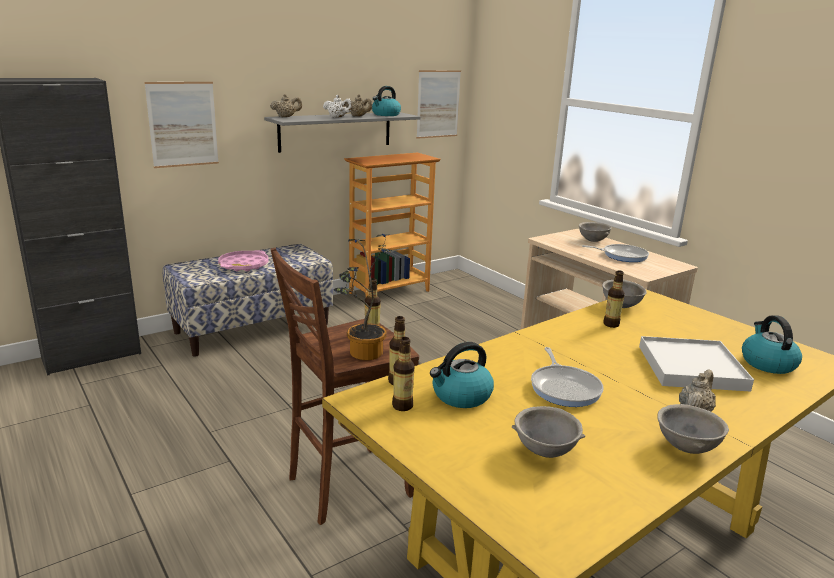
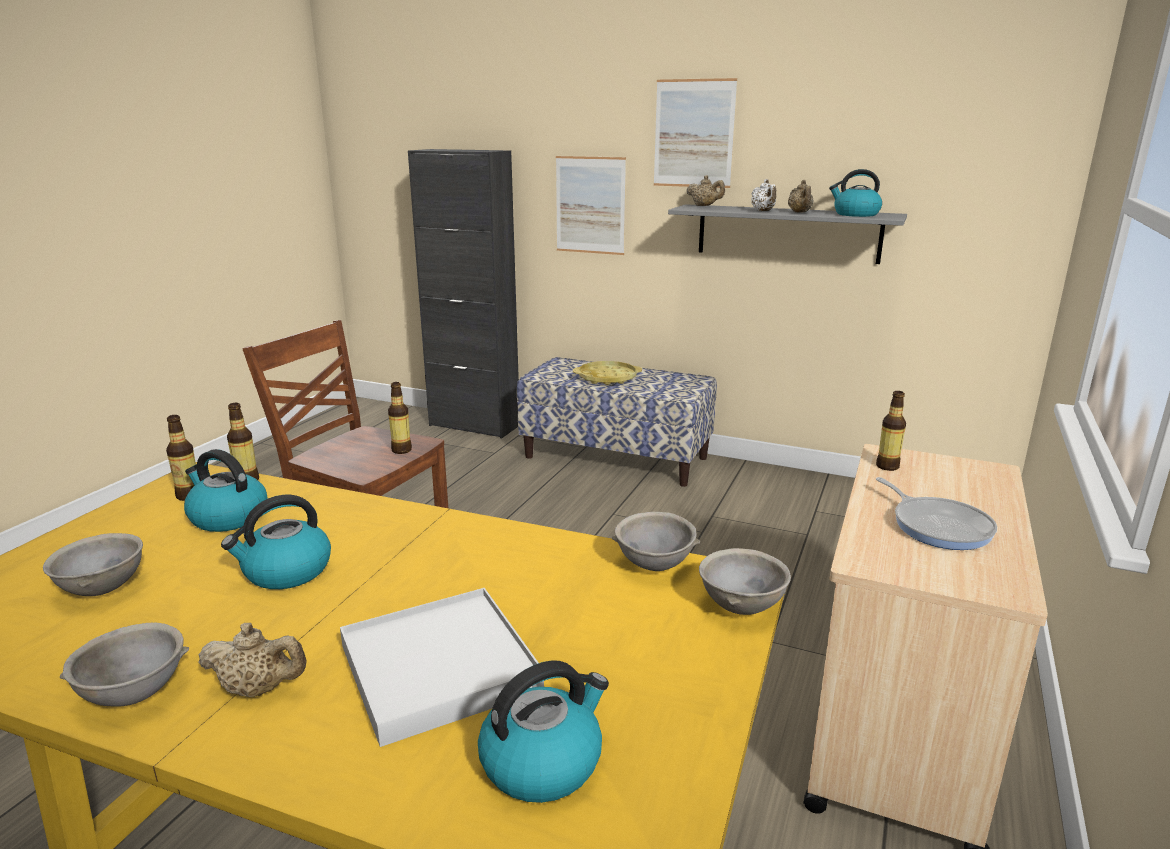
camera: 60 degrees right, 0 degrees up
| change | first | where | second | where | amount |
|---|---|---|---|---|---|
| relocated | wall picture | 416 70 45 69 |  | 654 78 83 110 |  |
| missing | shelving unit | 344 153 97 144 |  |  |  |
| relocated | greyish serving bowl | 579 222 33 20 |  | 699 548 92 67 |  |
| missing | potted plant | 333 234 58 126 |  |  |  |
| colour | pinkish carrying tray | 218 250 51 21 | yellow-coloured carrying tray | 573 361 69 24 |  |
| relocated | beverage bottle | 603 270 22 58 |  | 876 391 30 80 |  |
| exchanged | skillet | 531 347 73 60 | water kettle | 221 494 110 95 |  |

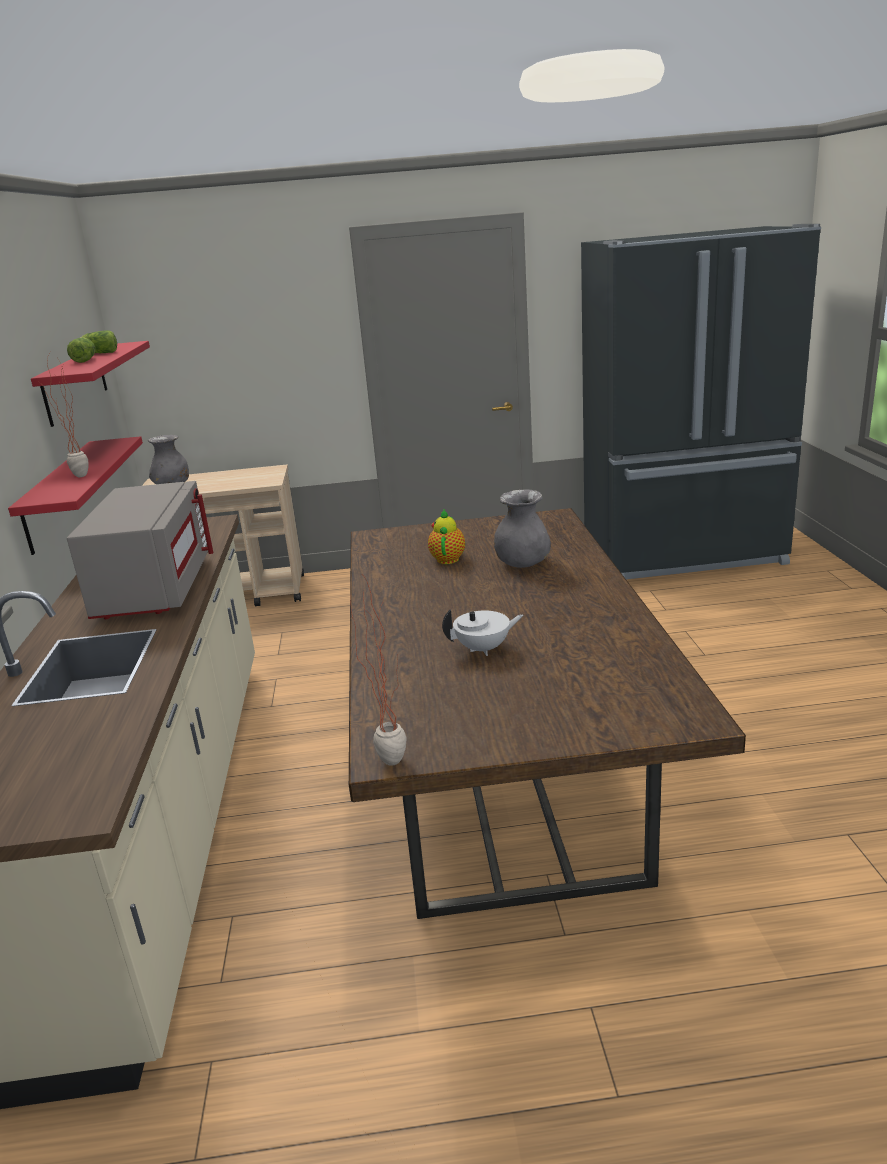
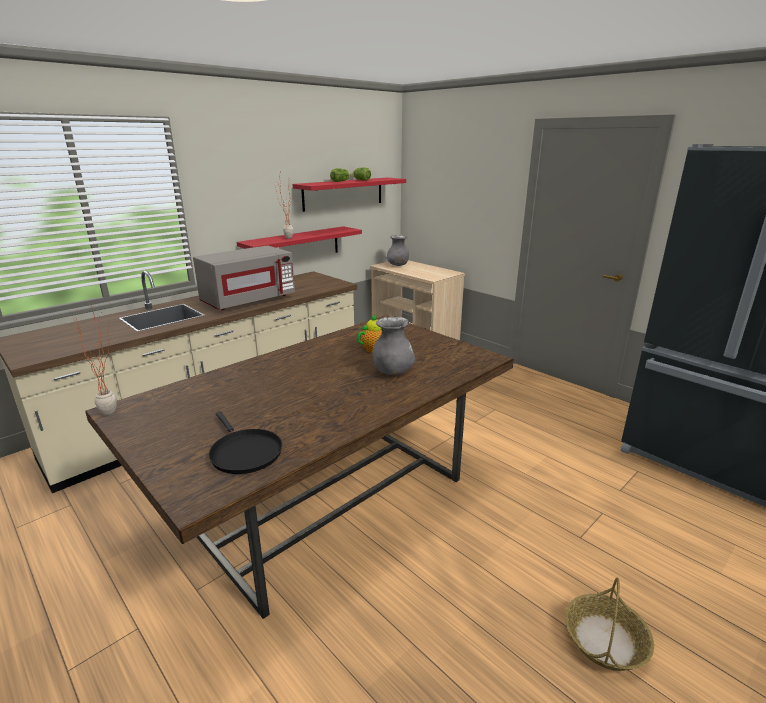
camera: 50 degrees right, 0 degrees up
| change | first | where | second | where | amount |
|---|---|---|---|---|---|
| missing | white pot for tea | 442 609 81 47 |  |  |  |
| appeared |  |  | black-coloured skillet | 209 411 73 63 |  |
| appeared |  |  | storage basket | 565 578 89 93 |  |

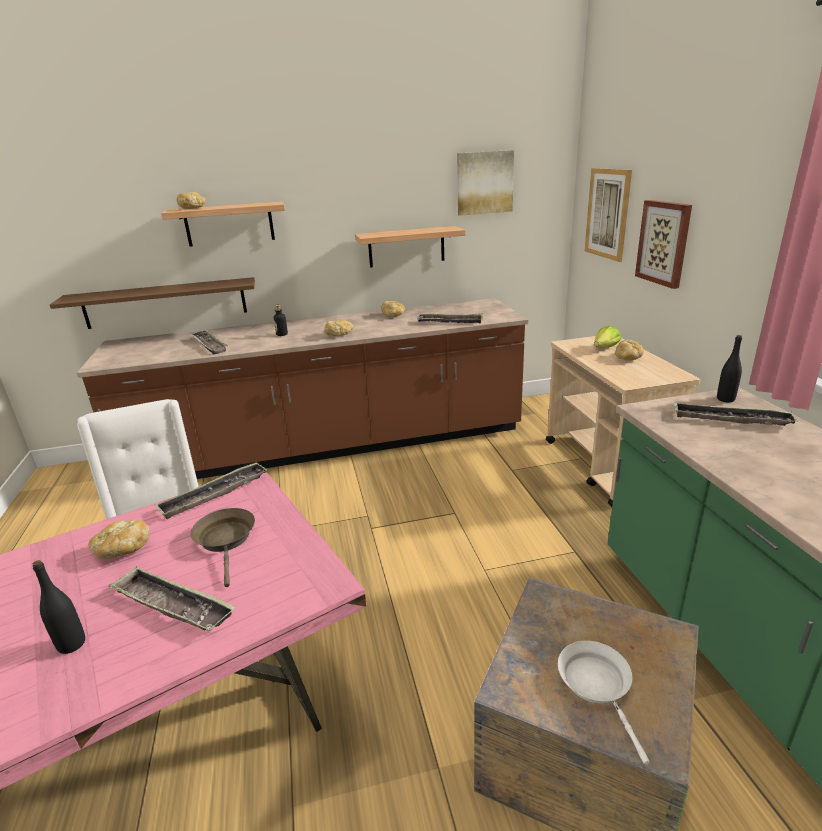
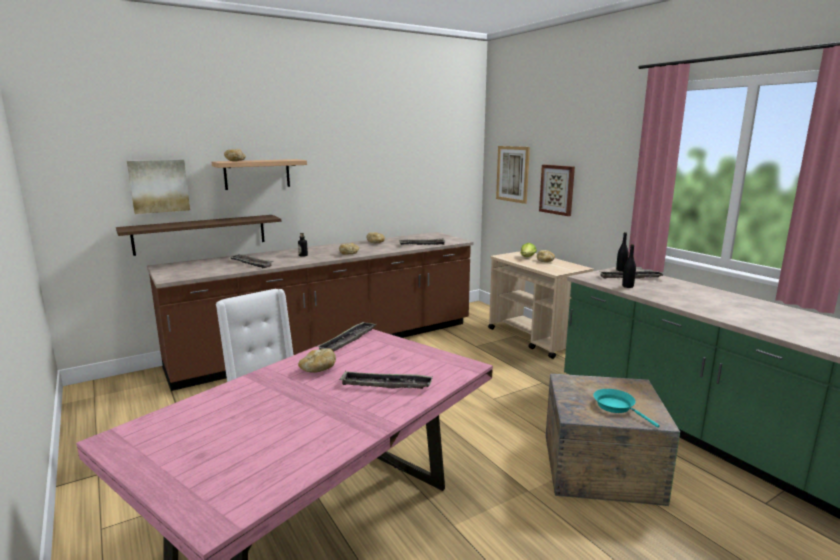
camera: 20 degrees left, 10 degrees down
| change | first | where | second | where | amount |
|---|---|---|---|---|---|
| relocated | wall picture | 457 150 57 66 |  | 127 160 63 54 |  |
| missing | bracket shelf | 355 226 110 42 |  |  |  |
| missing | brownish skillet | 190 508 65 79 |  |  |  |
| relocated | black-coloured beverage bottle | 33 560 52 94 |  | 622 244 14 44 |  |
| colour | white skillet | 558 641 92 123 | turquoise skillet | 593 389 67 39 |  |

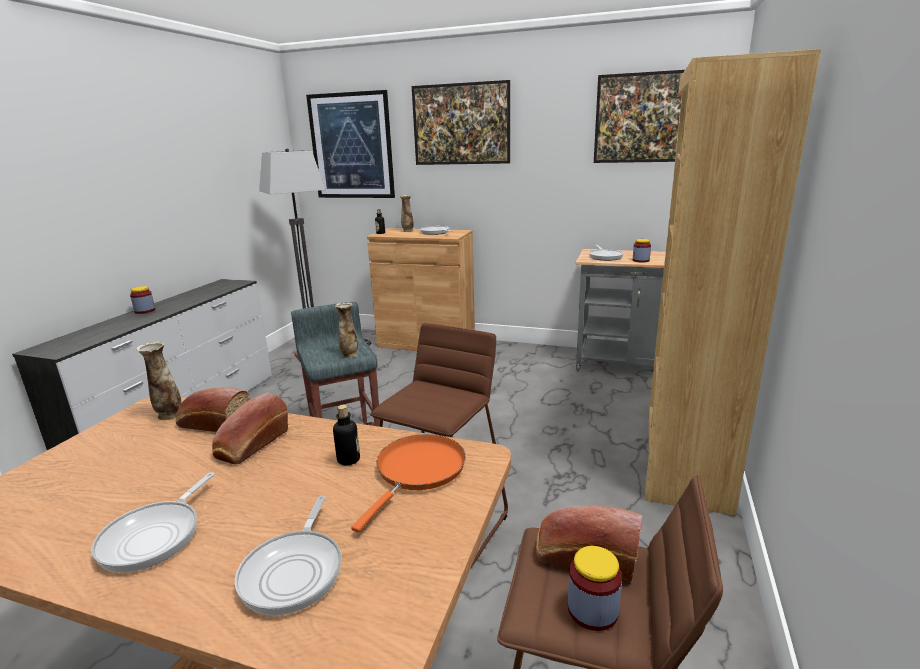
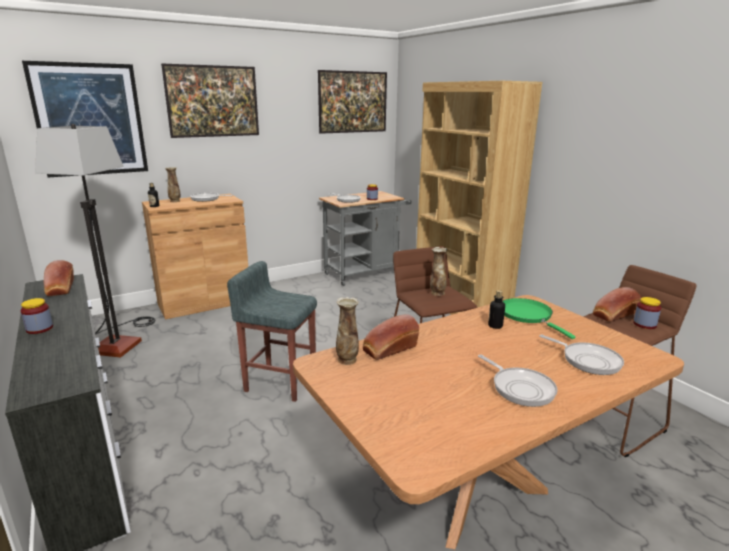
camera: 50 degrees left, 0 degrees up
| change | first | where | second | where | amount |
|---|---|---|---|---|---|
| relocated | decorative vase | 335 303 23 55 |  | 430 247 17 49 |  |
| relocated | baked bread | 212 393 76 71 |  | 44 260 30 36 |  |
| colour | orangey skillet | 351 434 115 99 | greenish skillet | 502 298 74 41 |  |

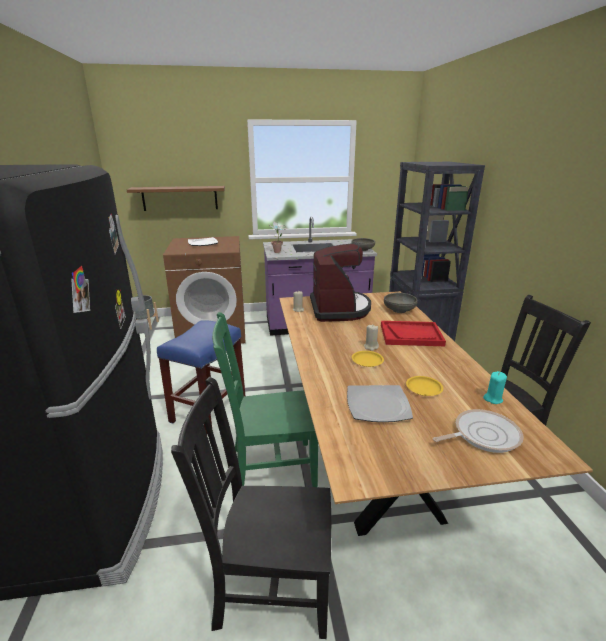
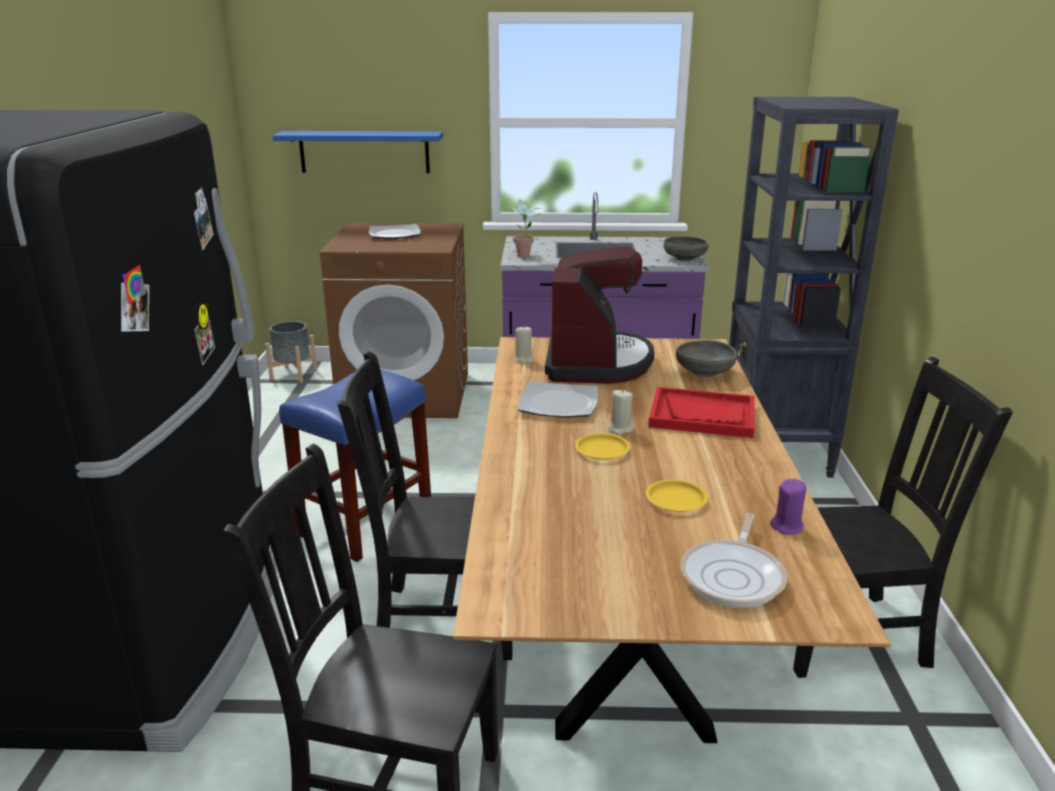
camera: 10 degrees right, 0 degrees up
| change | first | where | second | where | amount |
|---|---|---|---|---|---|
| colour | brownish bracket shelf | 127 186 98 25 | blue-coloured bracket shelf | 272 131 171 42 |  |
| colour | greenish chair | 212 312 106 175 | black-coloured chair | 337 351 176 309 |  |
| colour | turquoise wax light | 483 371 24 33 | purplish wax light | 770 479 37 56 |  |
| relocated | plate | 347 385 66 37 |  | 518 381 80 37 |  |
| spun | skillet | 433 409 91 44 |  | 680 513 107 95 | 120 degrees clockwise |

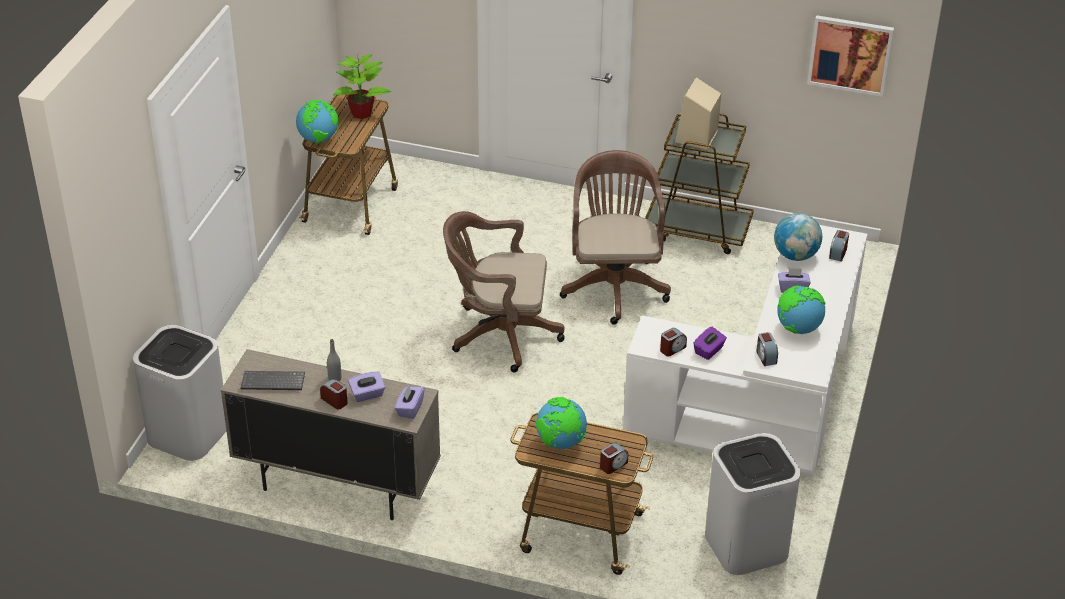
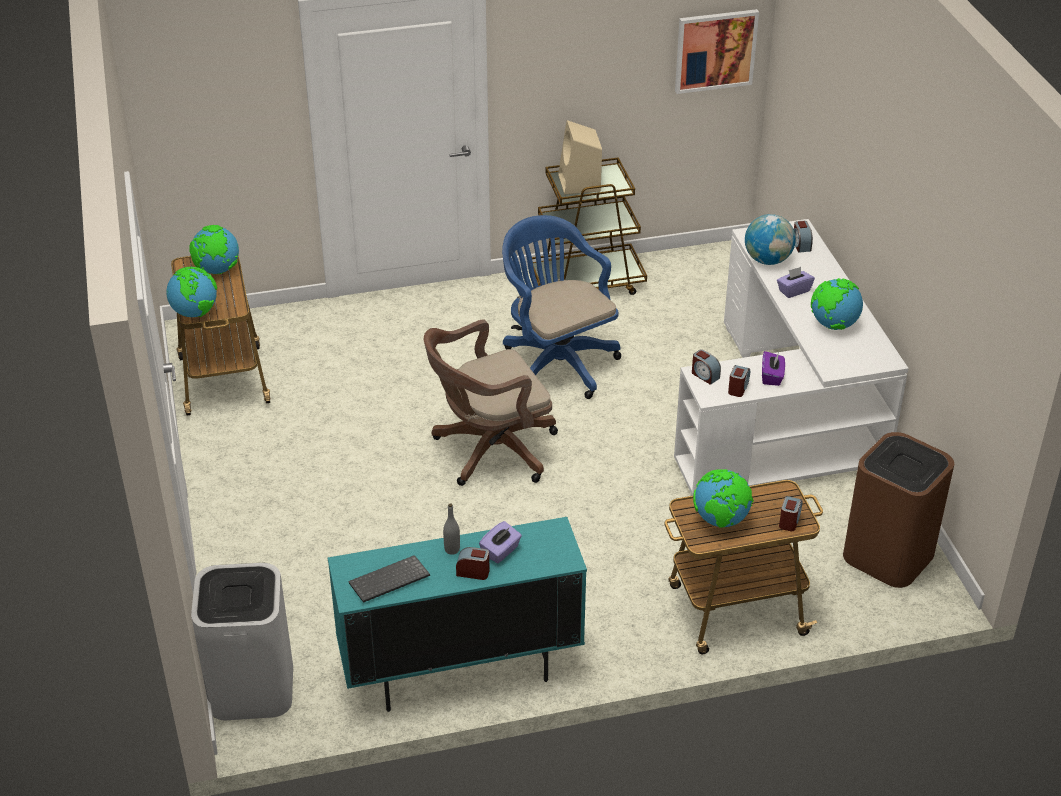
camera: 30 degrees left, 0 degrees up
| change | first | where | second | where | amount |
|---|---|---|---|---|---|
| exchanged | potted plant | 333 54 58 65 | desk globe | 189 225 50 49 |  |
| colour | brownish desk chair | 560 150 111 175 | blue-coloured desk chair | 502 215 119 184 |  |
| relocated | alarm clock | 756 332 22 34 |  | 692 349 29 36 |  |
| colour | beige storage cabinet | 221 349 220 171 | turquoise storage cabinet | 328 517 259 195 |  |
| missing | purplish box of tissues | 395 385 30 34 |  |  |  |
| colour | white rubbish bin | 705 433 96 142 | brownish rubbish bin | 843 432 111 156 |  |

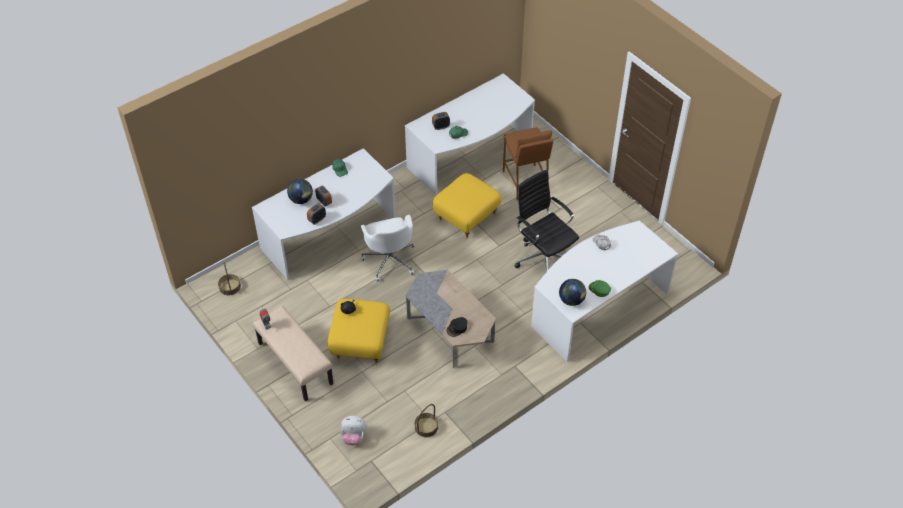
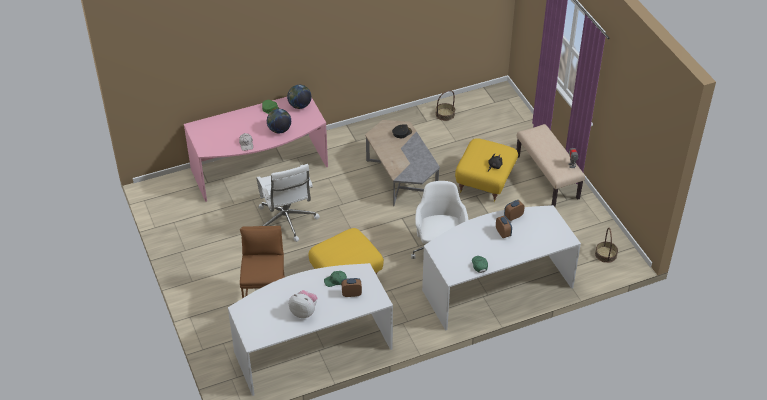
camera: 165 degrees left, 5 degrees down
| change | first | where | second | where | amount |
|---|---|---|---|---|---|
| colour | black-coloured desk chair | 514 170 65 102 | white desk chair | 256 164 64 78 |  |
| relocated | desk globe | 287 179 26 25 |  | 267 109 24 24 |  |
| colour | white desk | 531 221 147 141 | pinkish desk | 184 97 144 105 |  |
| relocated | cuddly toy | 341 416 26 29 |  | 289 290 28 28 |  |

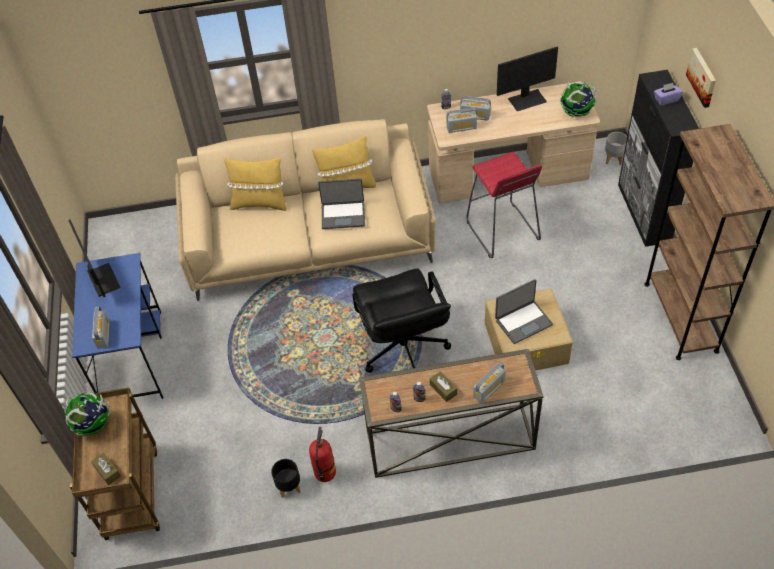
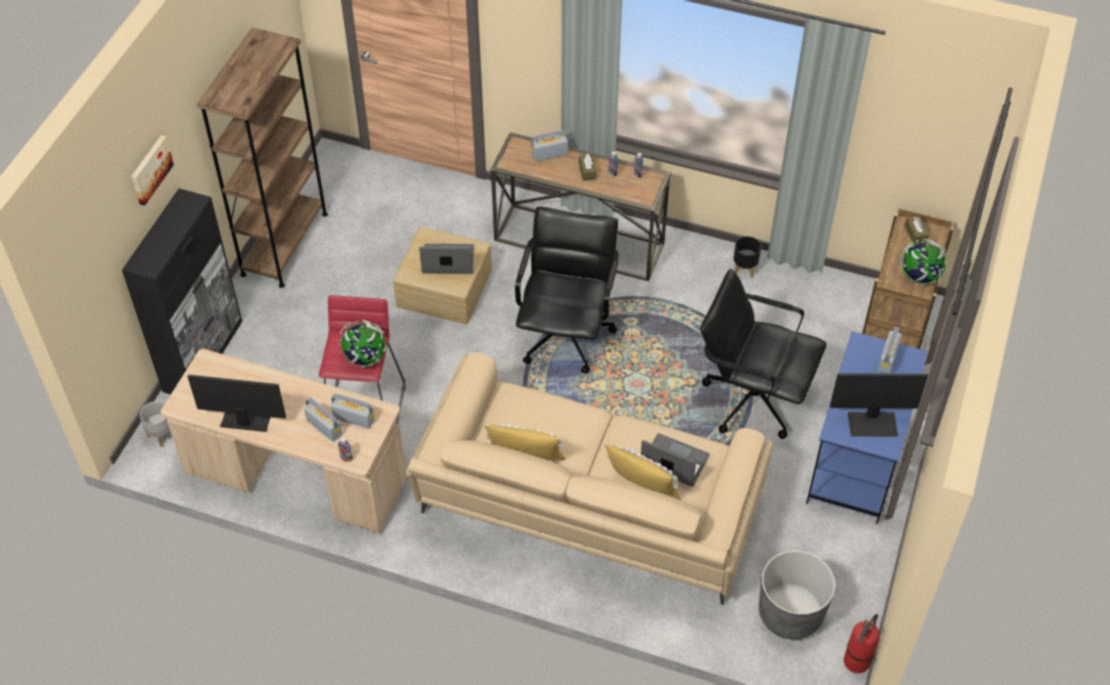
camera: 155 degrees left, 0 degrees up
| change | first | where | second | where | amount |
|---|---|---|---|---|---|
| relocated | desk globe | 560 82 37 35 |  | 339 319 47 48 |  |
| missing | purplish box of tissues | 654 83 29 23 |  |  |  |
| relocated | notebook computer | 318 178 47 51 |  | 641 433 68 54 |  |
| spun | monitor | 68 220 53 77 |  | 830 373 98 64 | 90 degrees counterclockwise |
| relocated | extinguisher | 309 427 27 55 |  | 844 614 35 59 |  |
| appeared |  |  | black-coloured desk chair | 700 269 127 170 |  |
| appeared |  |  | greyish plant pot | 759 550 76 90 |  |

